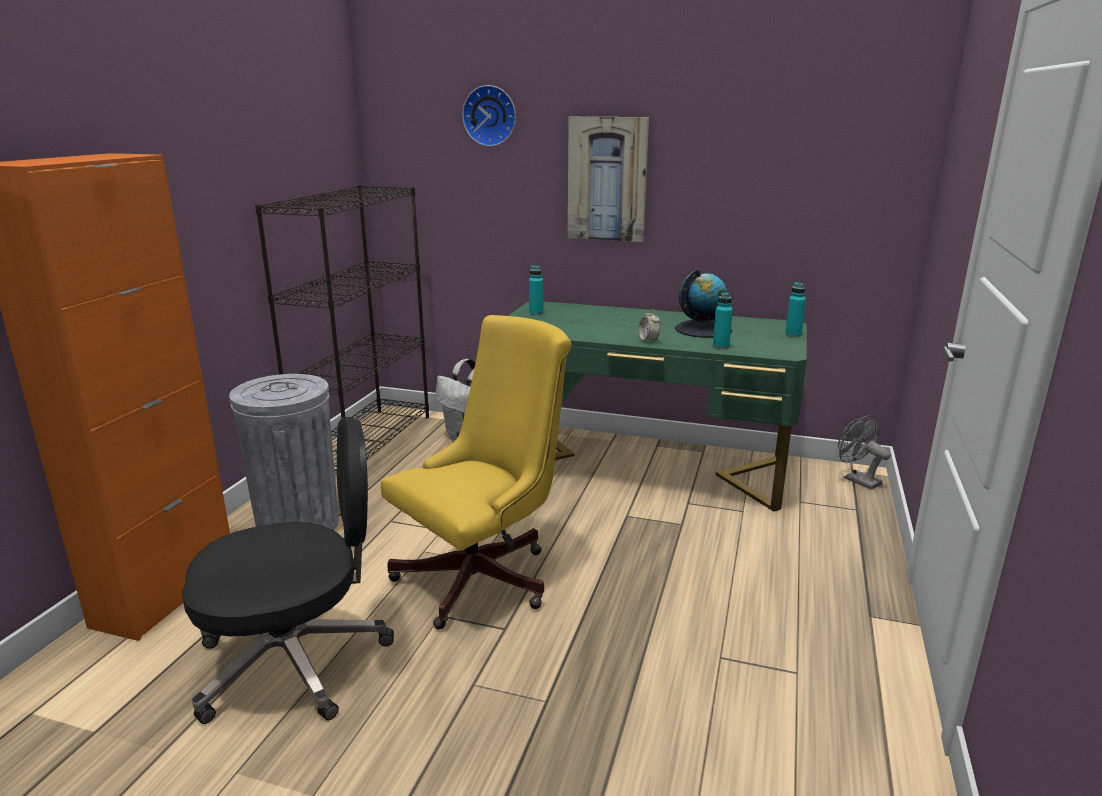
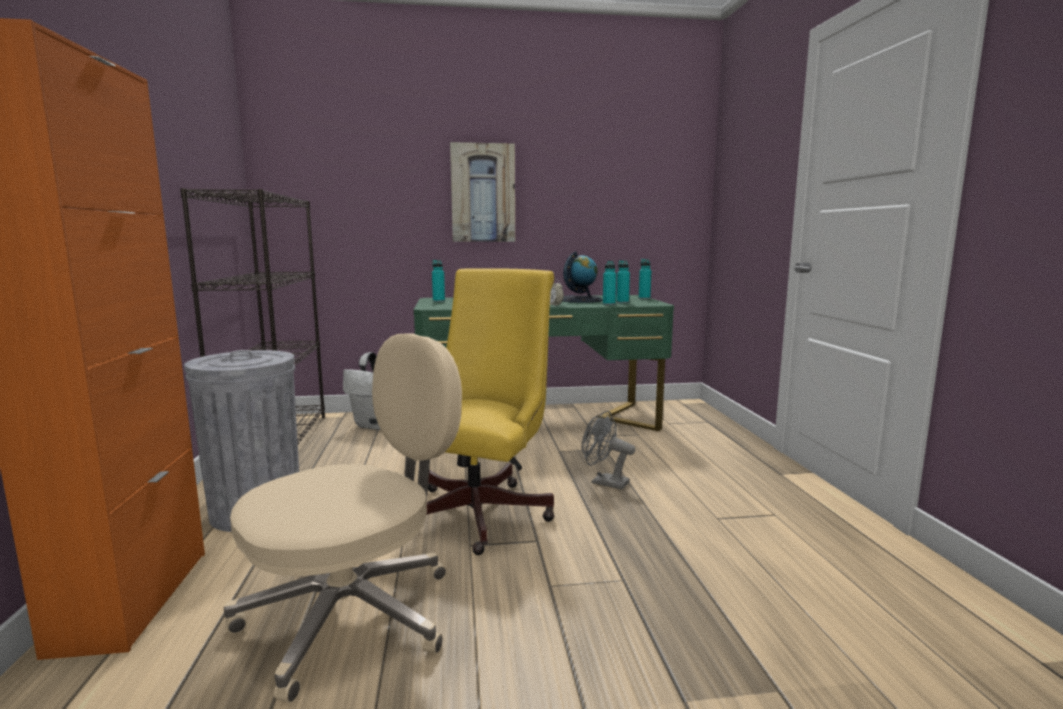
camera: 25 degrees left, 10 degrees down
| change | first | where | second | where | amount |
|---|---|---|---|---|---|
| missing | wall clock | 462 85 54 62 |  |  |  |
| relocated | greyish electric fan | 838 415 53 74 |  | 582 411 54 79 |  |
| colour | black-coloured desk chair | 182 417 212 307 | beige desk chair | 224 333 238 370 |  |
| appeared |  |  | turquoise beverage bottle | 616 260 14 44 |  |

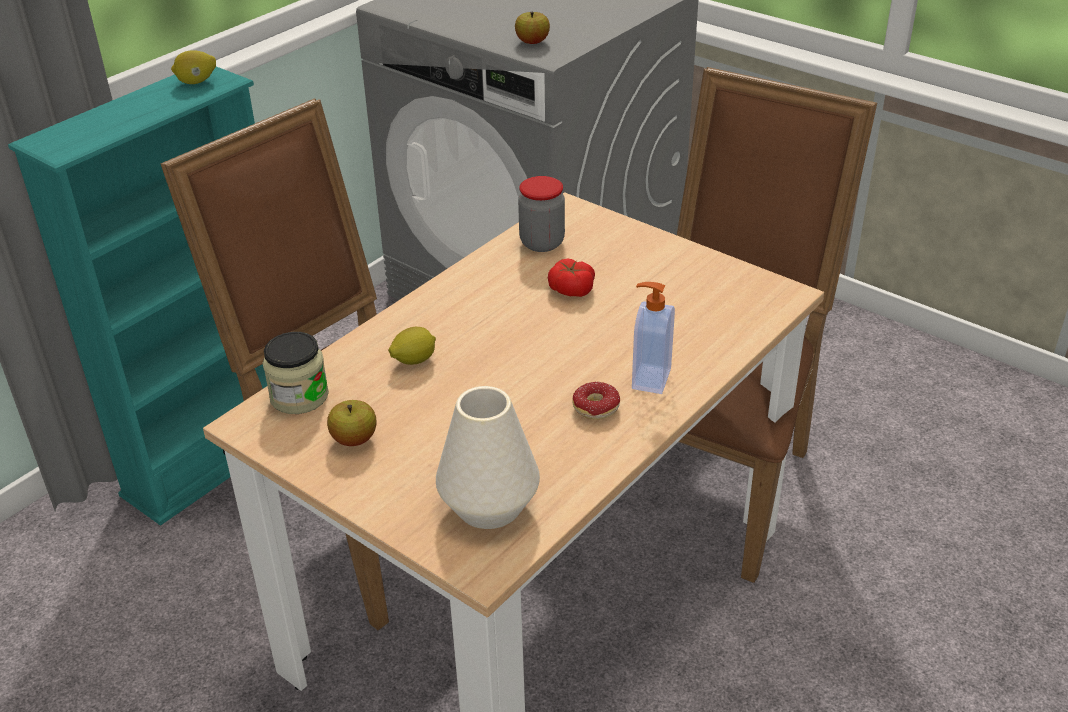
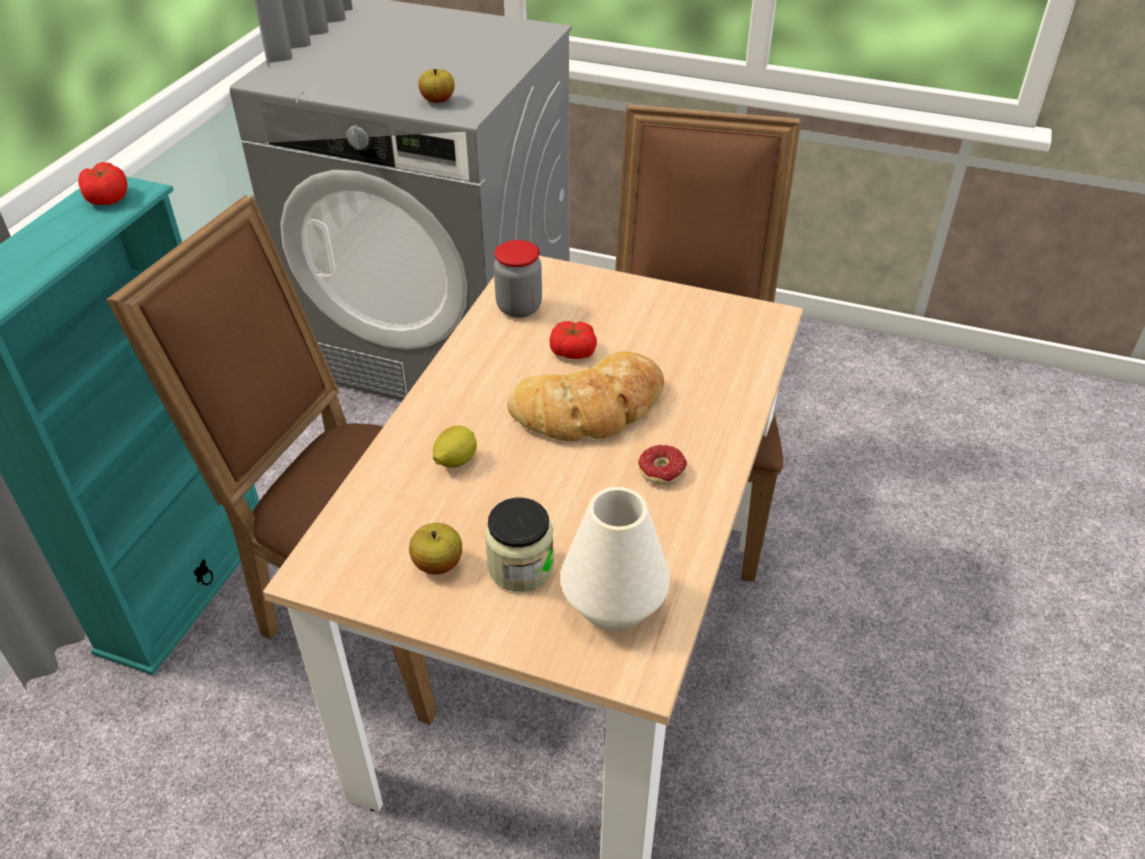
camera: 20 degrees left, 5 degrees up
| change | first | where | second | where | amount |
|---|---|---|---|---|---|
| exchanged | whole lemon | 171 50 45 34 | tomato | 78 162 49 43 |  |
| missing | liquid soap bottle | 632 282 43 112 |  |  |  |
| relocated | preserve jar | 263 332 66 82 |  | 485 498 69 93 |  |
| appeared |  |  | baked bread | 508 351 156 91 |  |

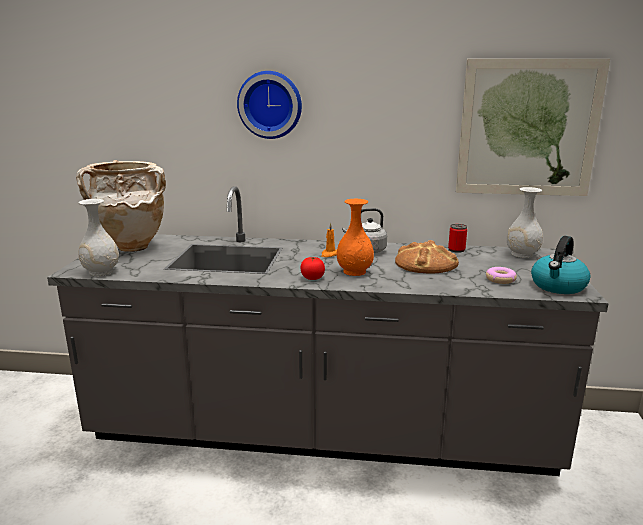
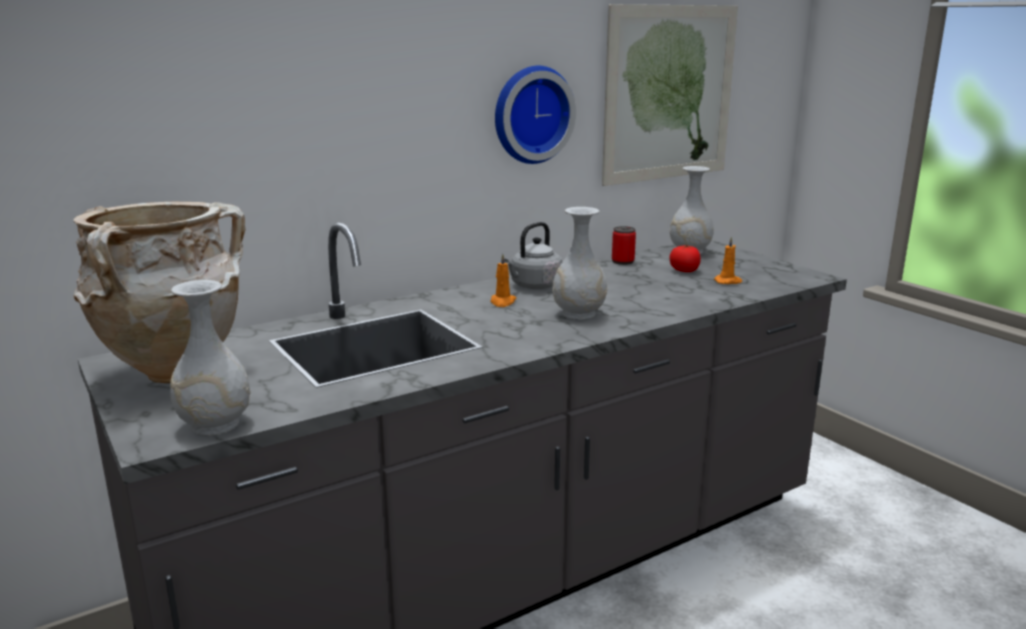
camera: 40 degrees left, 0 degrees up
| change | first | where | second | where | amount |
|---|---|---|---|---|---|
| relocated | wall clock | 237 71 65 68 |  | 495 66 81 98 |  |
| colour | orangey decorative vase | 337 199 37 77 | white decorative vase | 552 207 55 113 |  |
| missing | water kettle | 531 236 59 58 |  |  |  |
| missing | baked bread | 395 240 64 33 |  |  |  |
| relocated | tomato | 300 257 25 23 |  | 670 245 31 27 |  |
| exchanged | donut | 486 267 31 17 | orangey wax light | 714 236 29 48 |  |

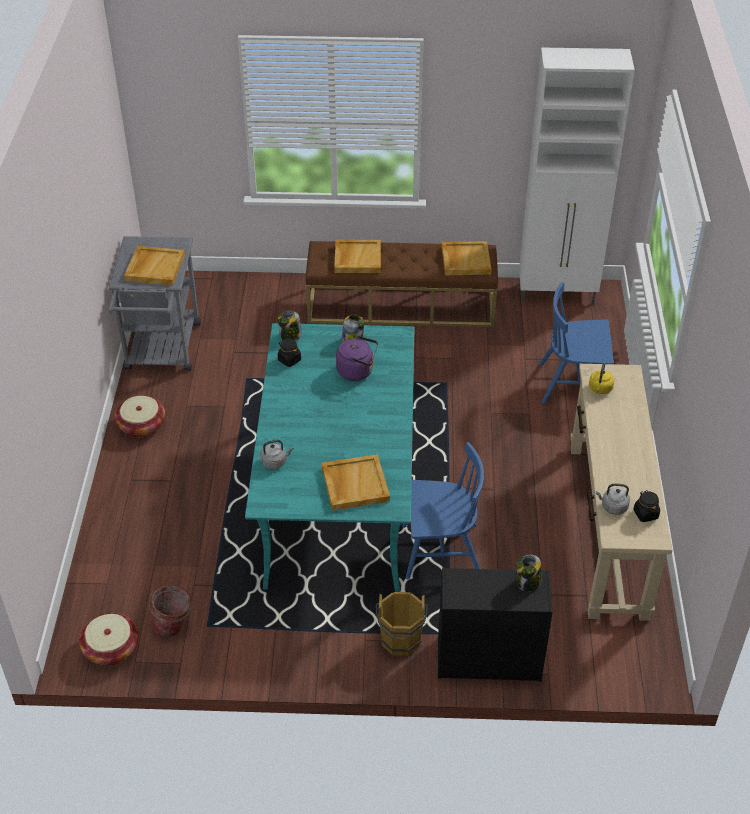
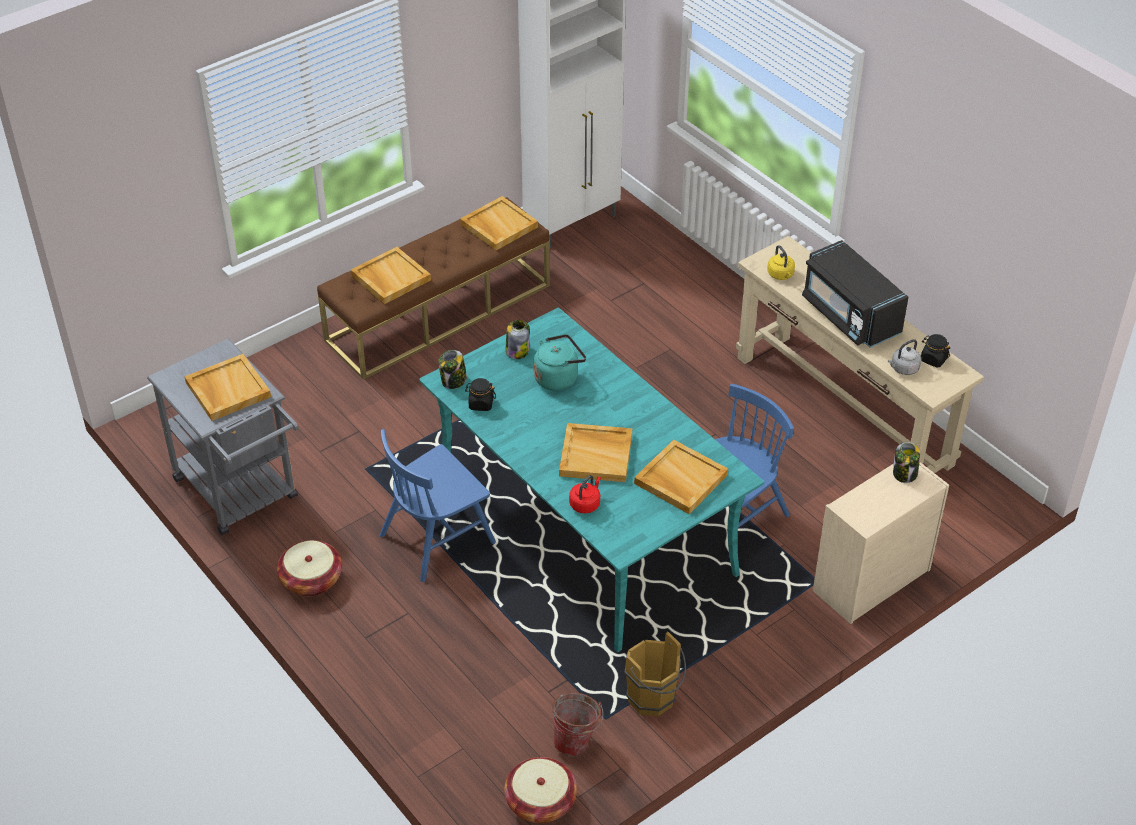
camera: 40 degrees left, 0 degrees up
| change | first | where | second | where | amount |
|---|---|---|---|---|---|
| relocated | blue-coloured chair | 539 282 75 122 |  | 380 429 116 153 |  |
| colour | purplish water kettle | 336 336 42 45 | turquoise water kettle | 534 334 52 57 |  |
| colour | greyish water kettle | 260 440 34 29 | red water kettle | 569 475 32 38 |  |
| colour | black-coloured drawer chest | 438 567 115 115 | beige drawer chest | 813 462 136 162 |  |
| relocated | brownish pail | 376 592 52 64 |  | 624 632 62 84 |  |
| appeared |  |  | black-coloured microwave | 802 240 106 108 |  |
| appeared |  |  | beige carrying tray | 559 423 73 59 |  |

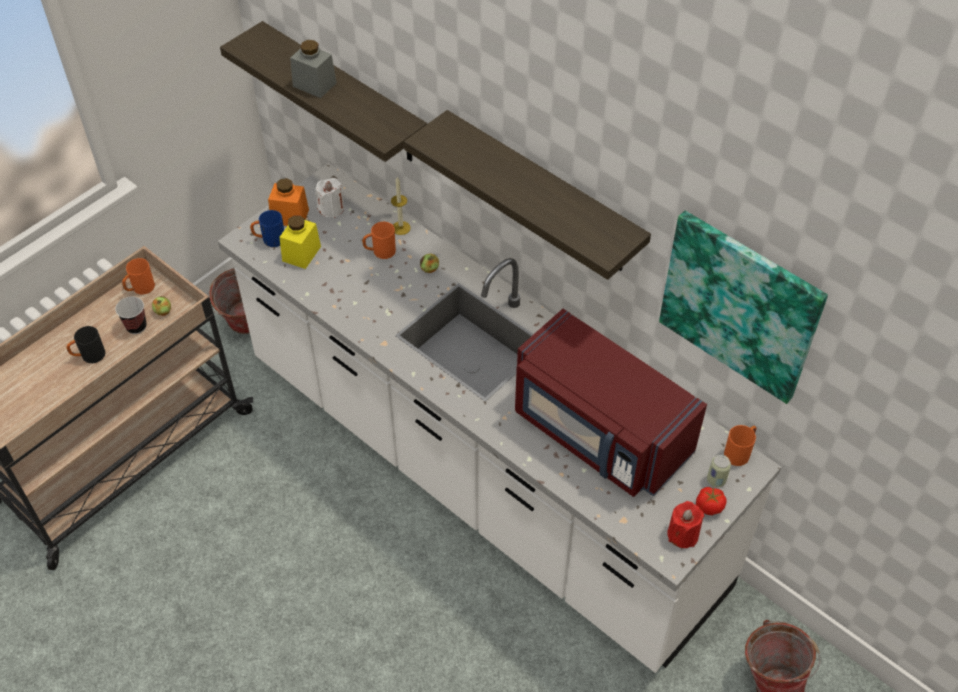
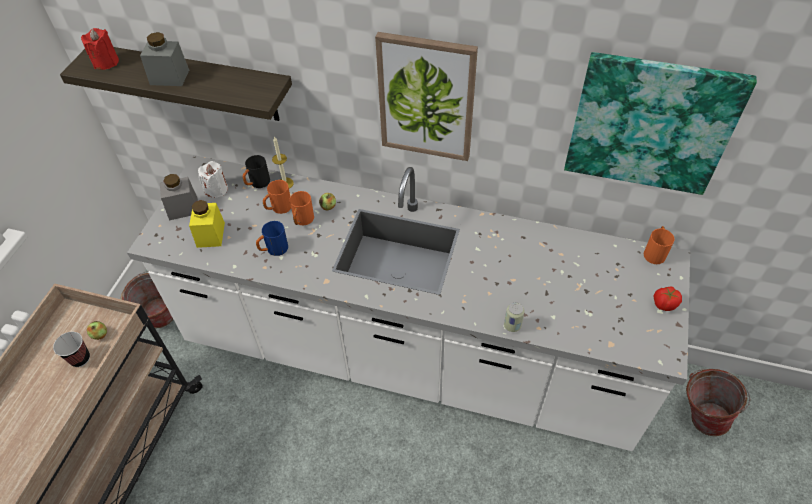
camera: 25 degrees left, 0 degrees up
| change | first | where | second | where | amount |
|---|---|---|---|---|---|
| exchanged | bracket shelf | 404 110 247 170 | wall picture | 375 32 103 129 |  |
| colour | orangey preserve jar | 268 178 41 48 | greyish preserve jar | 160 174 38 47 |  |
| relocated | blue-coloured tea mug | 250 210 34 37 |  | 256 221 32 35 |  |
| relocated | orangey tea mug | 122 258 33 37 |  | 289 191 25 34 |  |
| missing | red microwave | 515 309 192 188 |  |  |  |
| relocated | black-coloured tea mug | 67 326 38 37 |  | 243 155 27 33 |  |
| relocated | metal can | 707 455 24 32 |  | 504 302 21 30 |  |
| relocated | red wax light | 667 501 38 47 |  | 81 28 38 42 |  |

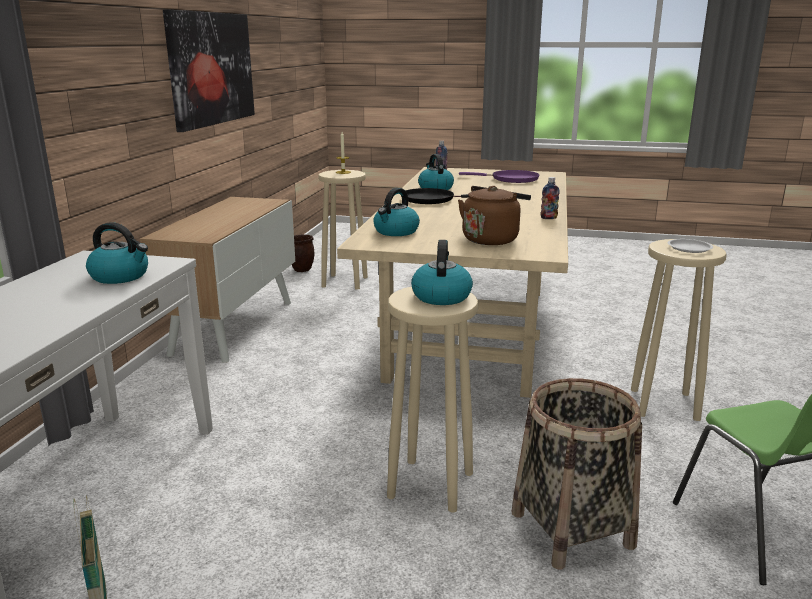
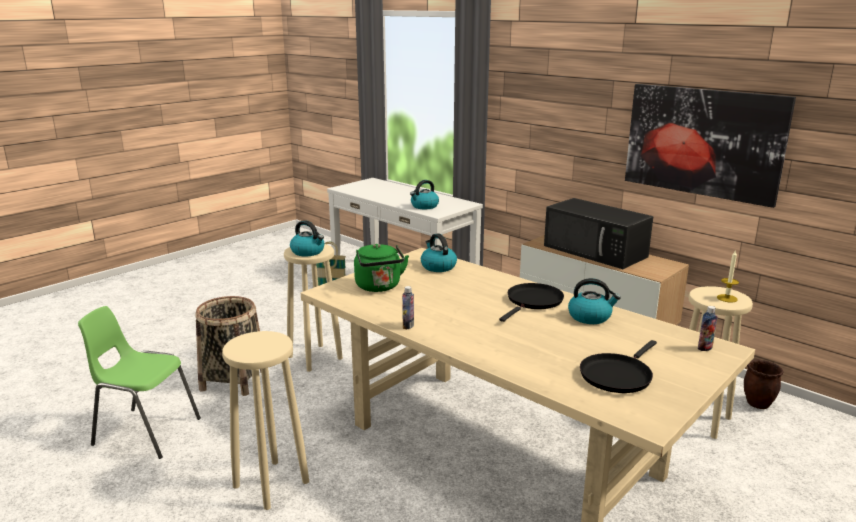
camera: 120 degrees right, 0 degrees up
| change | first | where | second | where | amount |
|---|---|---|---|---|---|
| colour | purplish skillet | 459 170 80 13 | black-coloured skillet | 580 340 77 53 |  |
| colour | brownish water kettle | 458 186 73 59 | greenish water kettle | 354 244 55 48 |  |
| missing | white plate | 668 239 45 14 |  |  |  |
| appeared |  |  | black-coloured microwave | 544 198 109 71 |  |

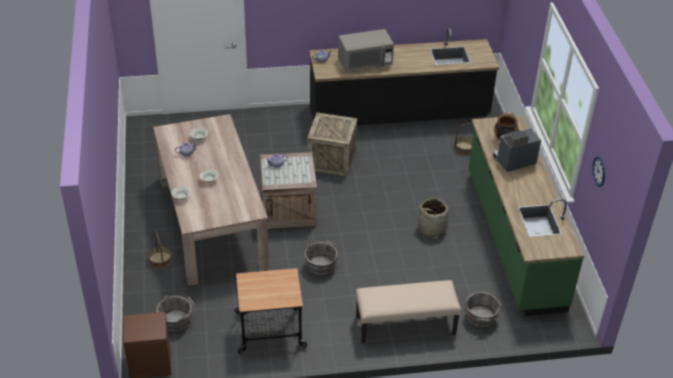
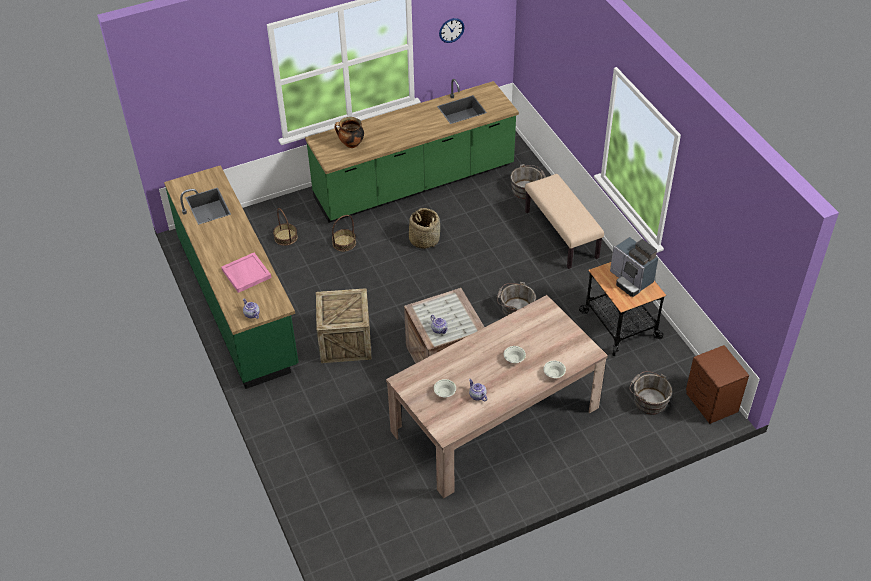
camera: 105 degrees left, 5 degrees up
| change | first | where | second | where | amount |
|---|---|---|---|---|---|
| colour | black-coloured kitchen counter | 309 28 190 97 | greenish kitchen counter | 164 165 135 224 |  |
| exchanged | greyish microwave | 338 29 56 43 | pinkish carrying tray | 221 253 51 40 |  |
| relocated | coffee brewer | 493 128 48 44 |  | 610 237 48 60 |  |
| relocated | storage basket | 148 231 24 38 |  | 332 215 24 36 |  |

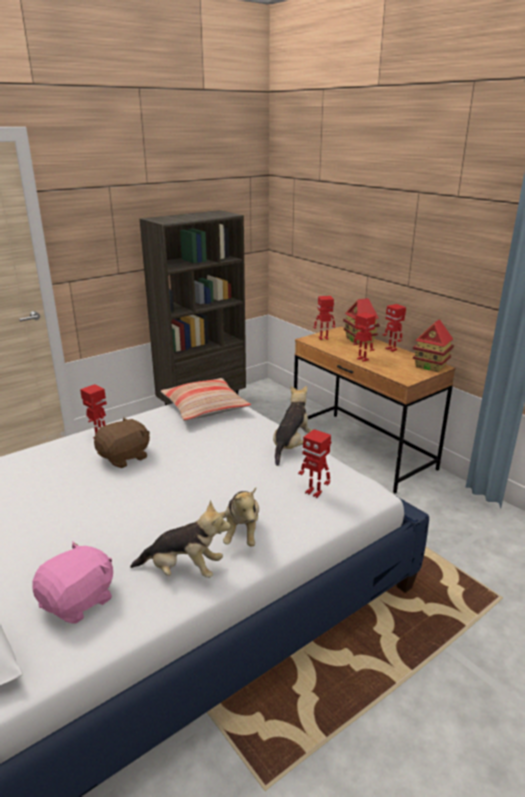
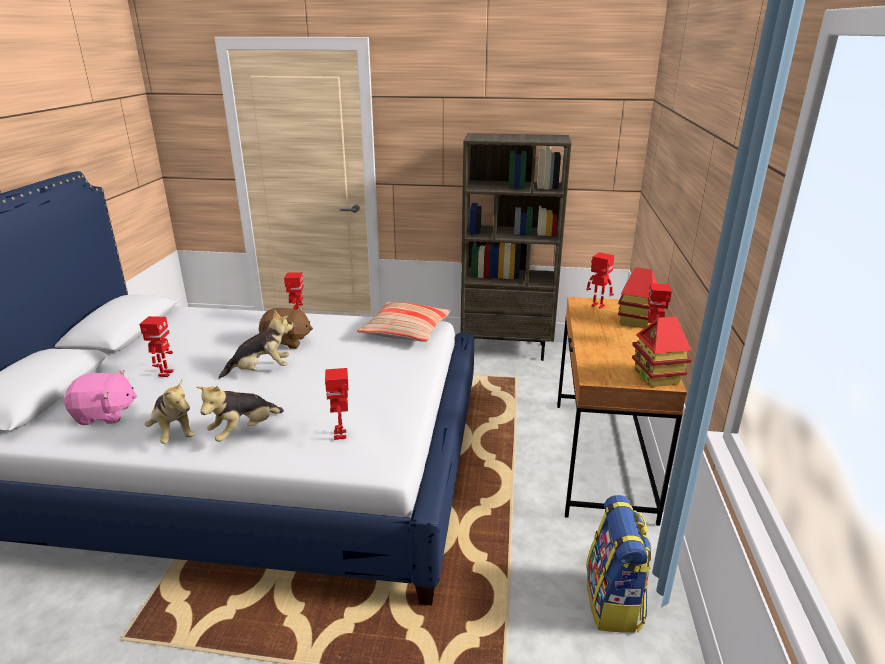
camera: 45 degrees right, 0 degrees up
| change | first | where | second | where | amount |
|---|---|---|---|---|---|
| relocated | toy robot | 353 312 23 50 |  | 140 316 34 61 |  |
| relocated | cuddly toy | 273 386 39 80 |  | 218 310 75 69 |  |
| appeared |  |  | knapsack | 586 495 65 138 |  |

